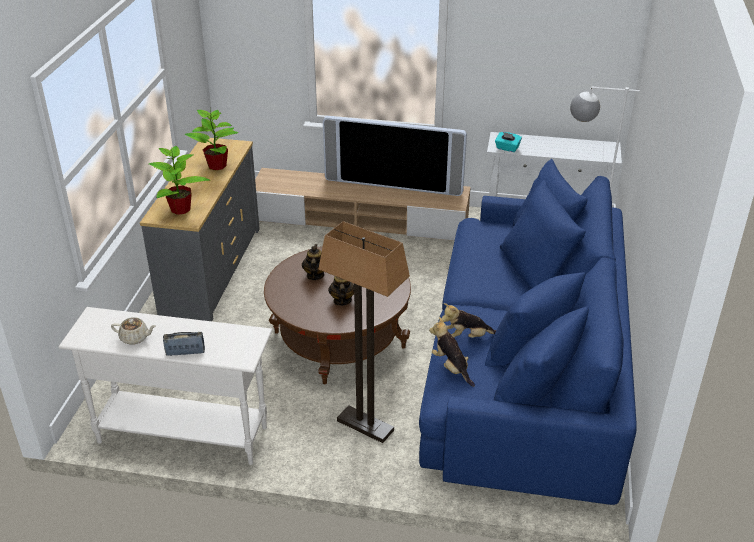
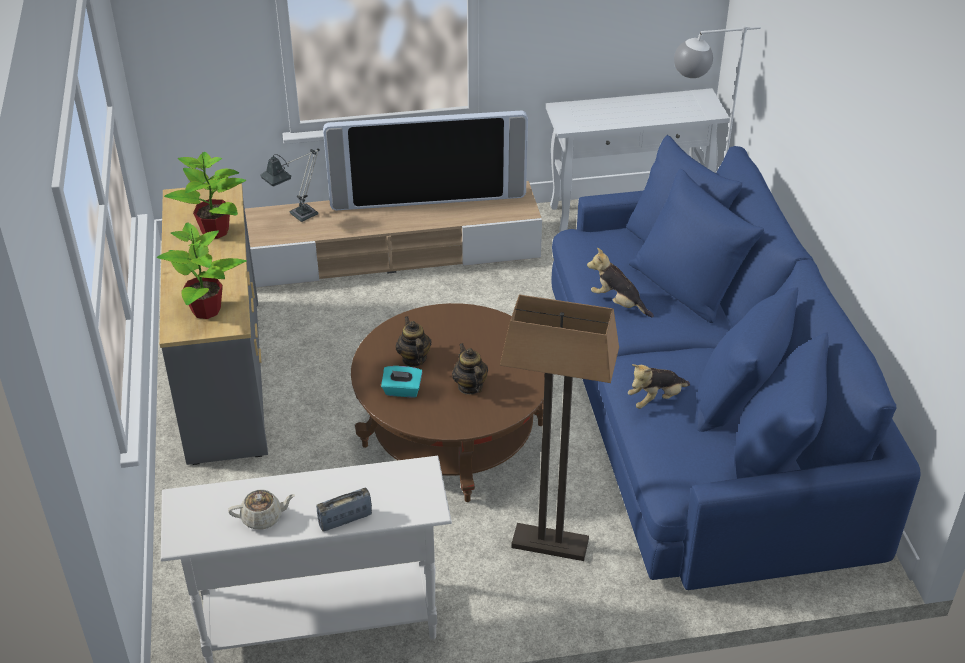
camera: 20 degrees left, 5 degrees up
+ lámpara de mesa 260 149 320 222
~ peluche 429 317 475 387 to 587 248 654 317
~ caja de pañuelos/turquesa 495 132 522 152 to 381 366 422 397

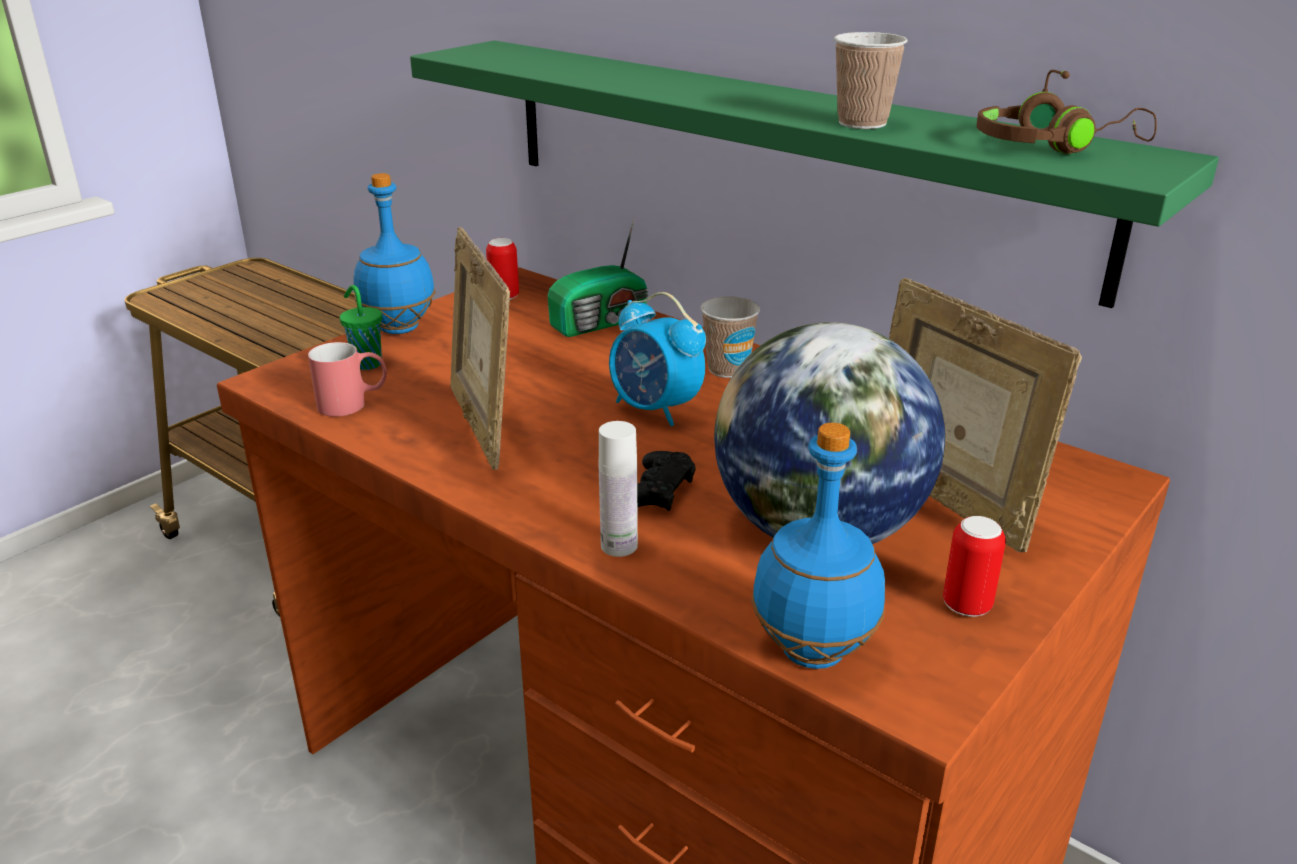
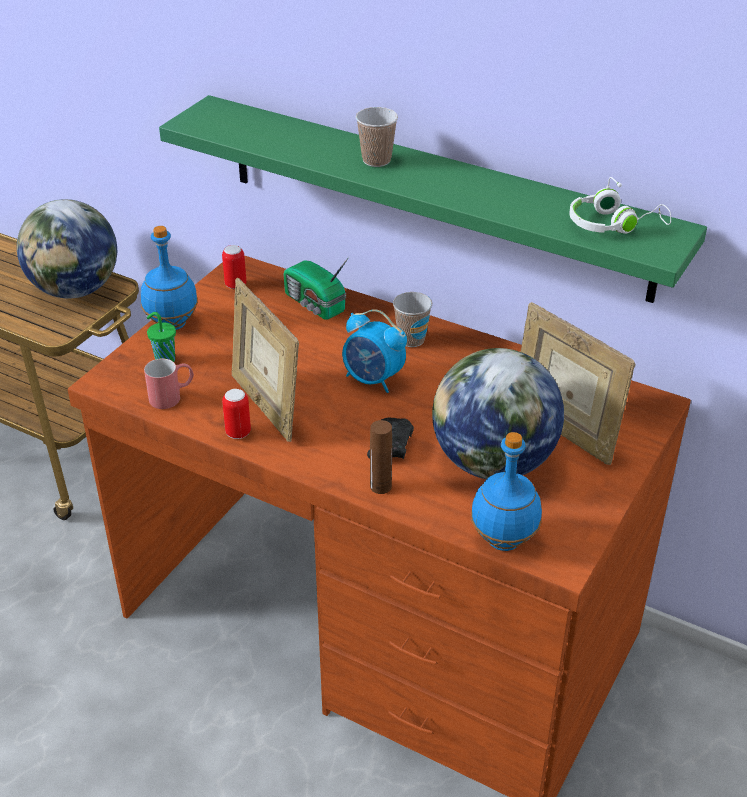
camera: 10 degrees left, 10 degrees up
+ globo terráqueo 17 199 117 299
~ taza 834 32 908 129 to 356 107 398 167
~ lata 943 516 1006 617 to 222 389 251 439
~ botella/blanco 599 421 638 557 to botella/marrón 370 420 392 494
~ auriculares/marrón 976 70 1157 154 to auriculares/blanco 569 177 671 234
~ radio 547 217 648 337 = 284 257 349 320 90 degrees clockwise

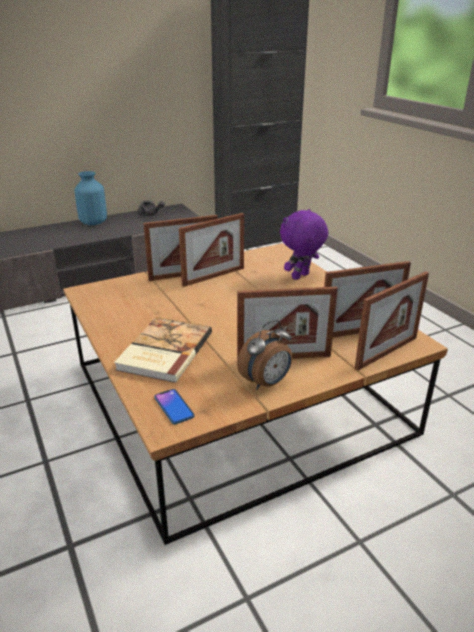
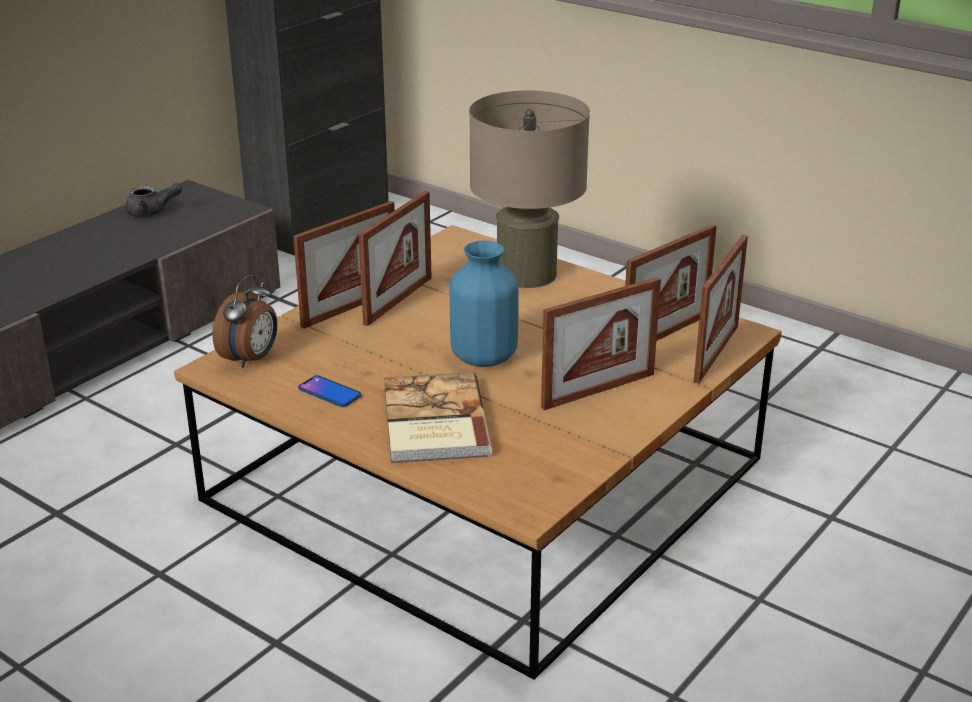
camera: 25 degrees left, 0 degrees up
~ florero/azul 74 171 107 225 to 450 241 519 367
~ móvil 154 389 194 424 to 298 375 362 407
~ despertador 237 320 292 390 to 212 275 277 368
~ peluche/morado 280 209 328 280 to lámpara de mesa/beis 469 90 590 288

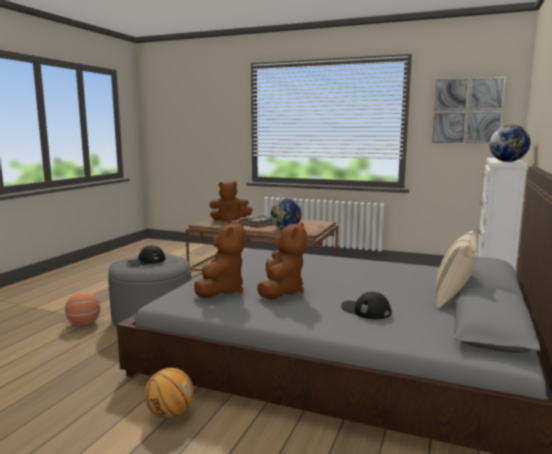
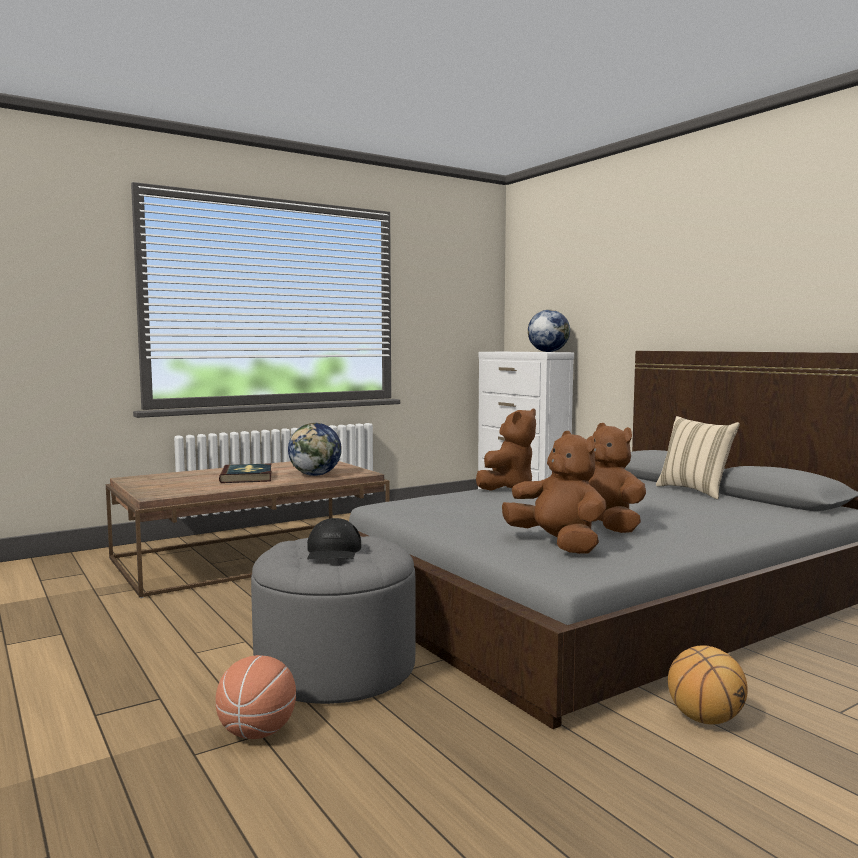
camera: 55 degrees left, 5 degrees down
- gorra/negro 341 292 391 319
- cuadro 432 77 506 143
~ peluche/marrón 209 181 253 223 to 476 408 536 491

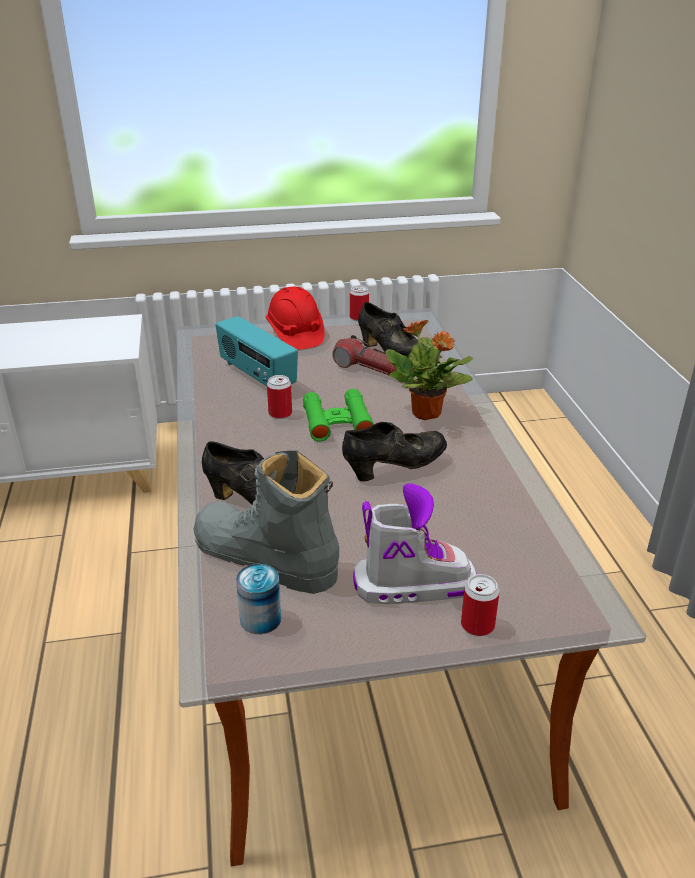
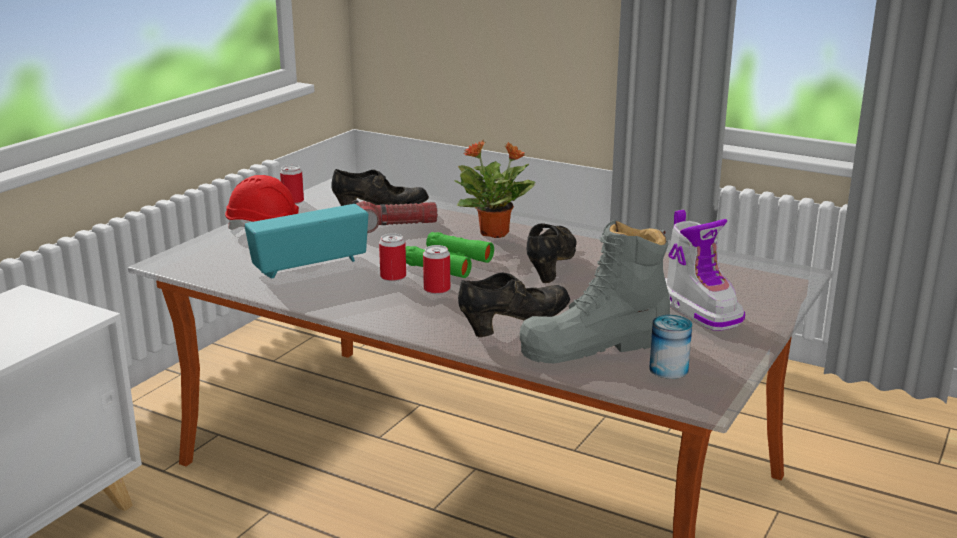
camera: 50 degrees left, 10 degrees down
~ lata 461 574 500 636 to 423 245 450 294
~ radio 216 316 298 386 = 244 204 368 279 150 degrees clockwise
~ bota 353 483 477 604 = 665 210 745 331 120 degrees clockwise

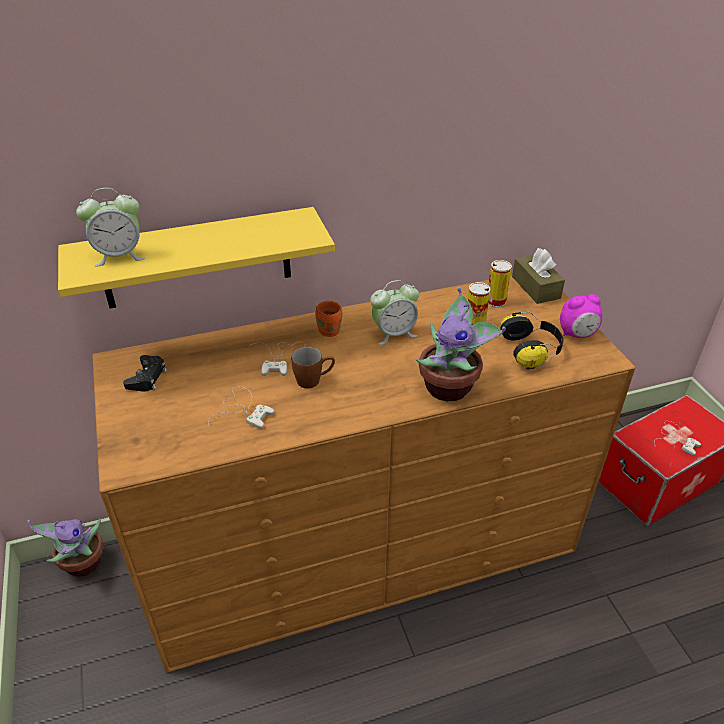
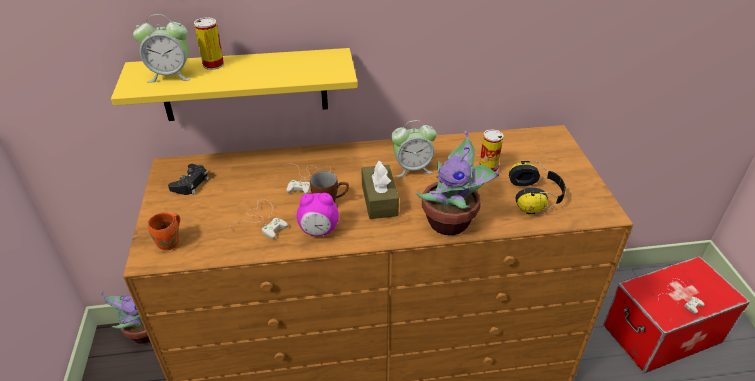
camera: 10 degrees right, 0 degrees up
~ taza grande/naranja 315 300 342 337 to 148 212 180 250
~ lata 488 260 512 308 to 194 17 224 70
~ caja de pañuelos/marrón 512 248 565 304 to 361 161 399 219
~ despertador 560 294 602 338 to 297 193 339 236

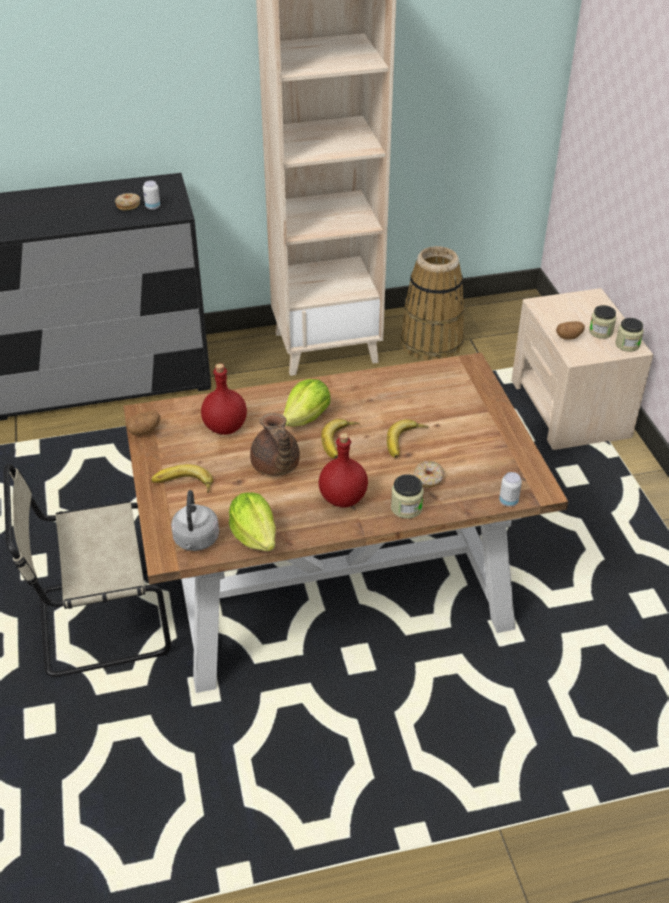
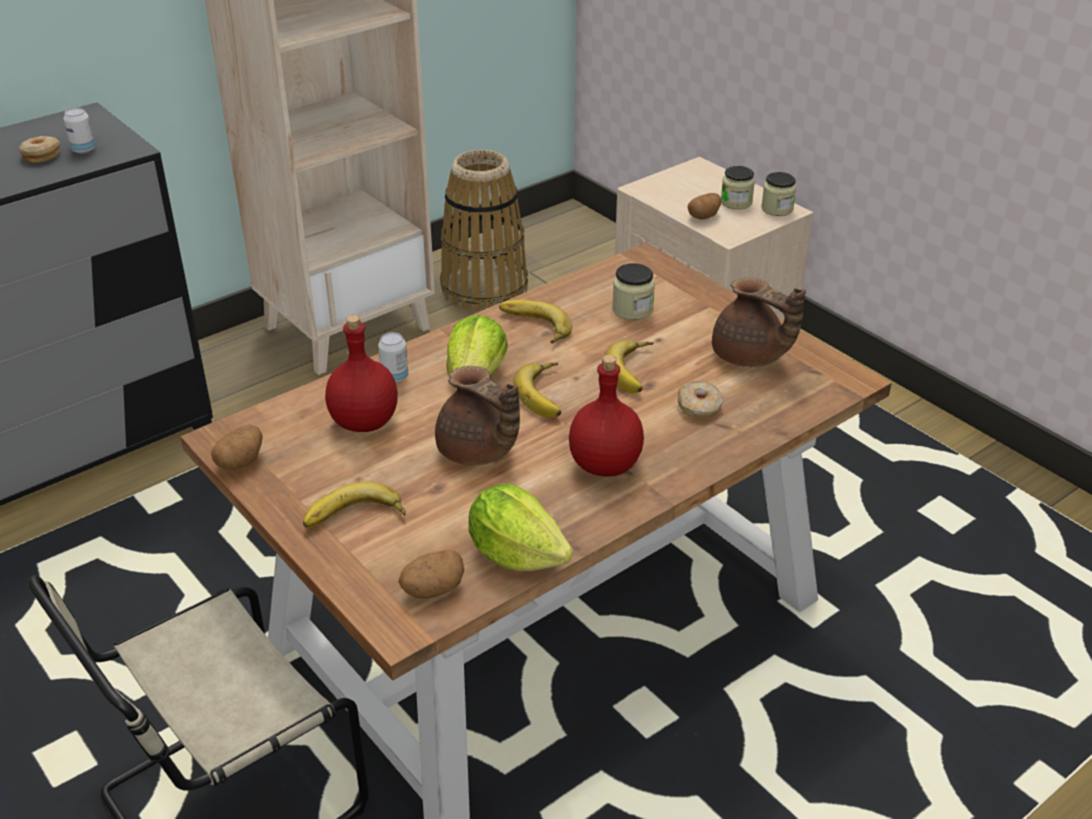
camera: 25 degrees left, 5 degrees down
+ plátano 499 299 572 344
+ tetera/marrón 712 277 806 367
~ tarro 391 474 424 519 to 612 263 655 320
~ lata 499 472 522 507 to 378 332 408 383
~ hervidor/gris 171 490 219 551 to patata 398 550 464 599

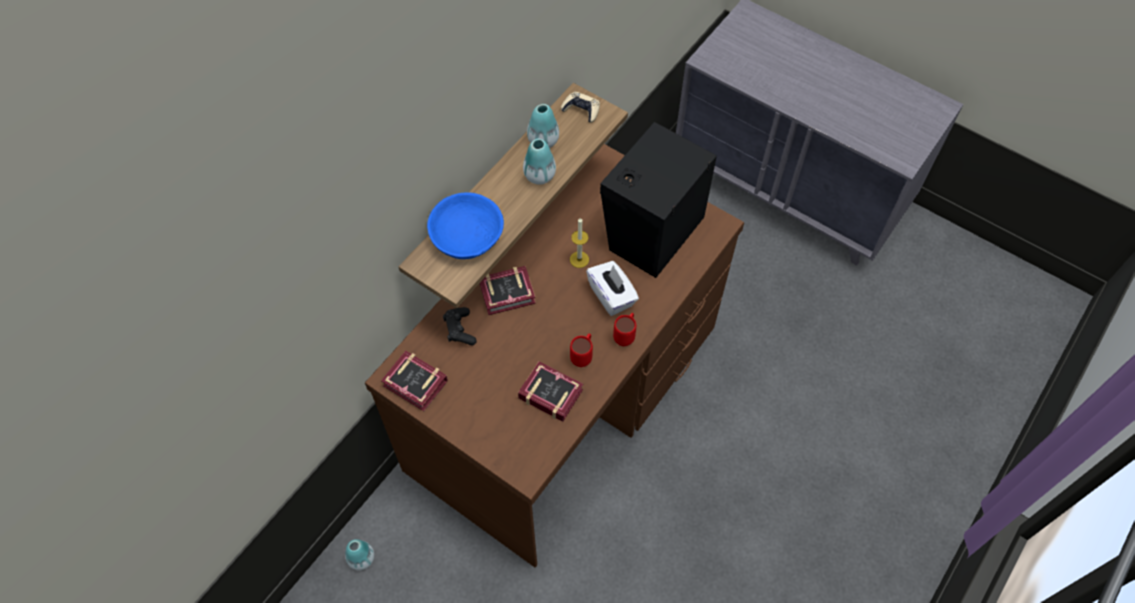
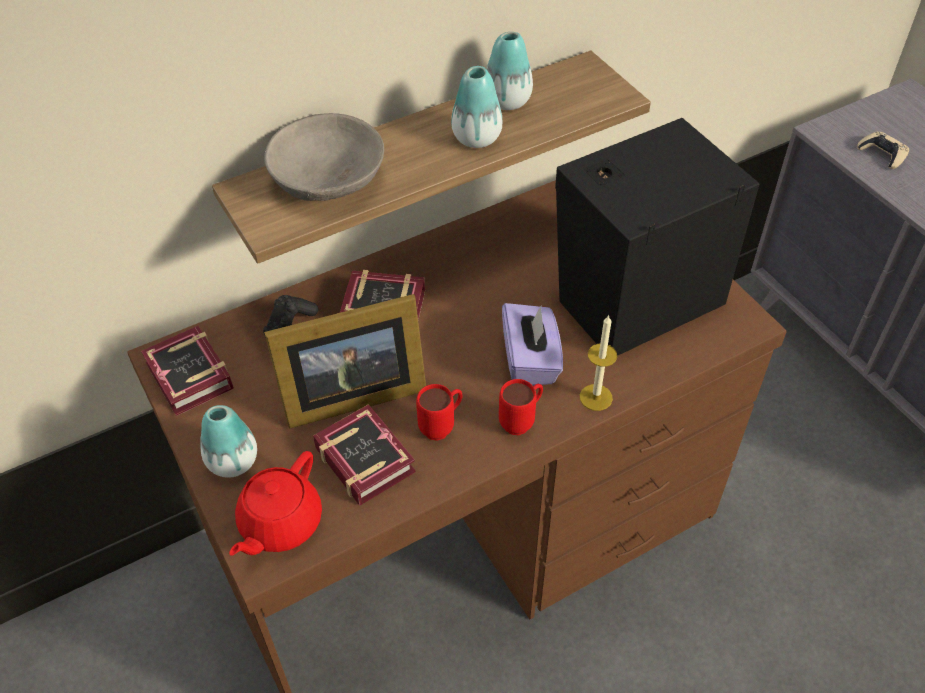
camera: 25 degrees right, 10 degrees down
+ tetera/rojo 229 451 322 555
+ portarretratos 264 294 426 429
~ florero 345 539 374 570 to 200 405 257 478
~ mando de consola/beis 561 92 600 123 to 857 132 909 169
~ vela 570 217 589 268 to 580 315 617 411
~ cuenco/azul 427 192 504 259 to cuenco/gris 264 113 384 201
~ caja de pañuelos/blanco 586 261 639 316 to caja de pañuelos/morado 502 303 563 386

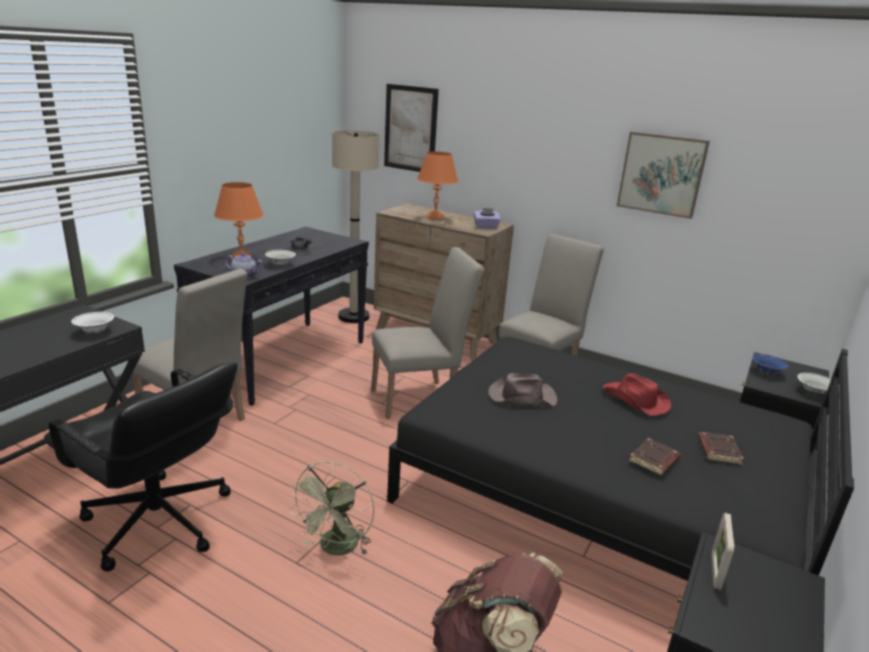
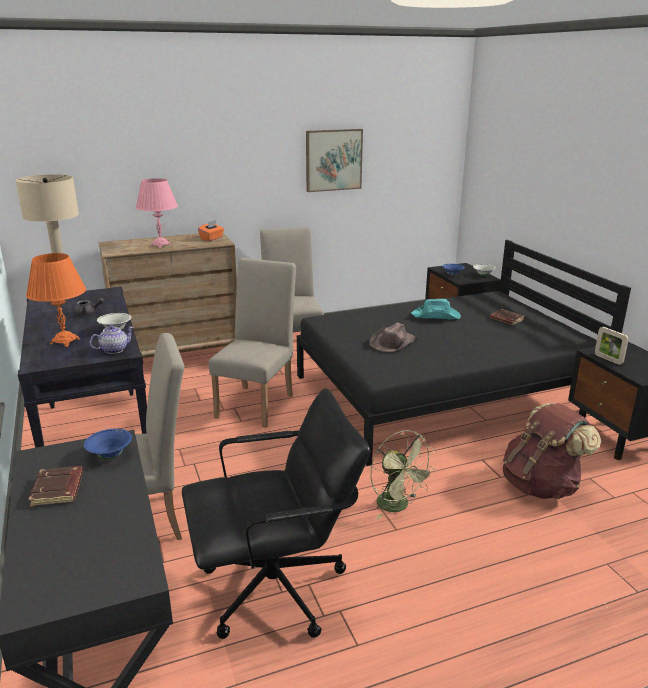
camera: 50 degrees left, 0 degrees up
- cuadro 384 84 439 172
~ libro/marrón 629 438 681 475 to 28 466 83 507
~ cuenco/blanco 71 312 114 334 to cuenco/azul 84 429 132 459
~ lámpara de mesa/naranja 417 151 458 221 to lámpara de mesa/rosa 136 178 178 248
~ caja de pañuelos/morado 474 208 501 228 to caja de pañuelos/naranja 198 220 224 241
~ sombrero/rojo 603 373 671 416 to sombrero/turquesa 411 299 461 319

